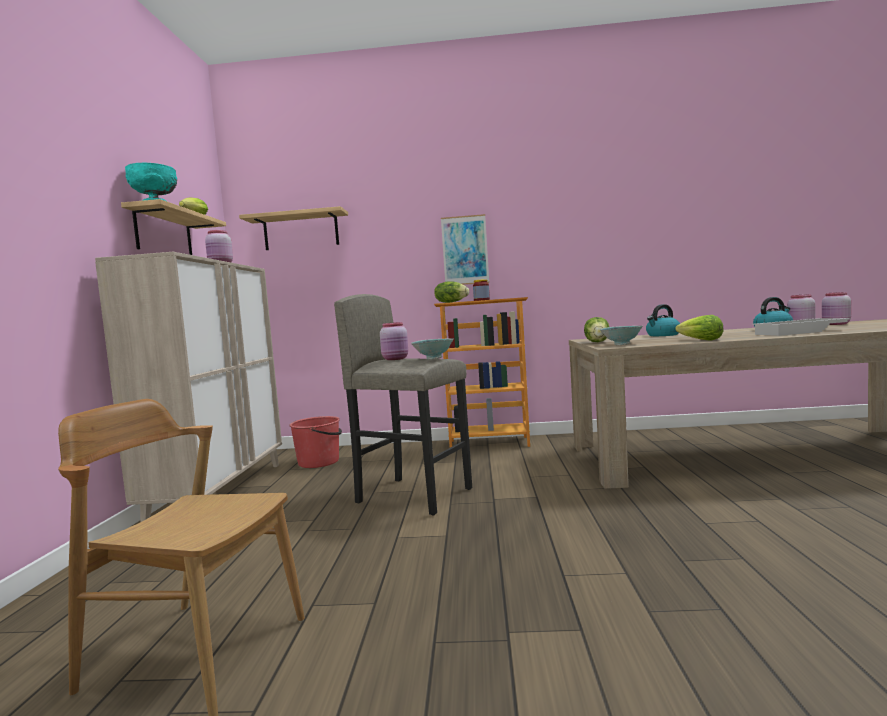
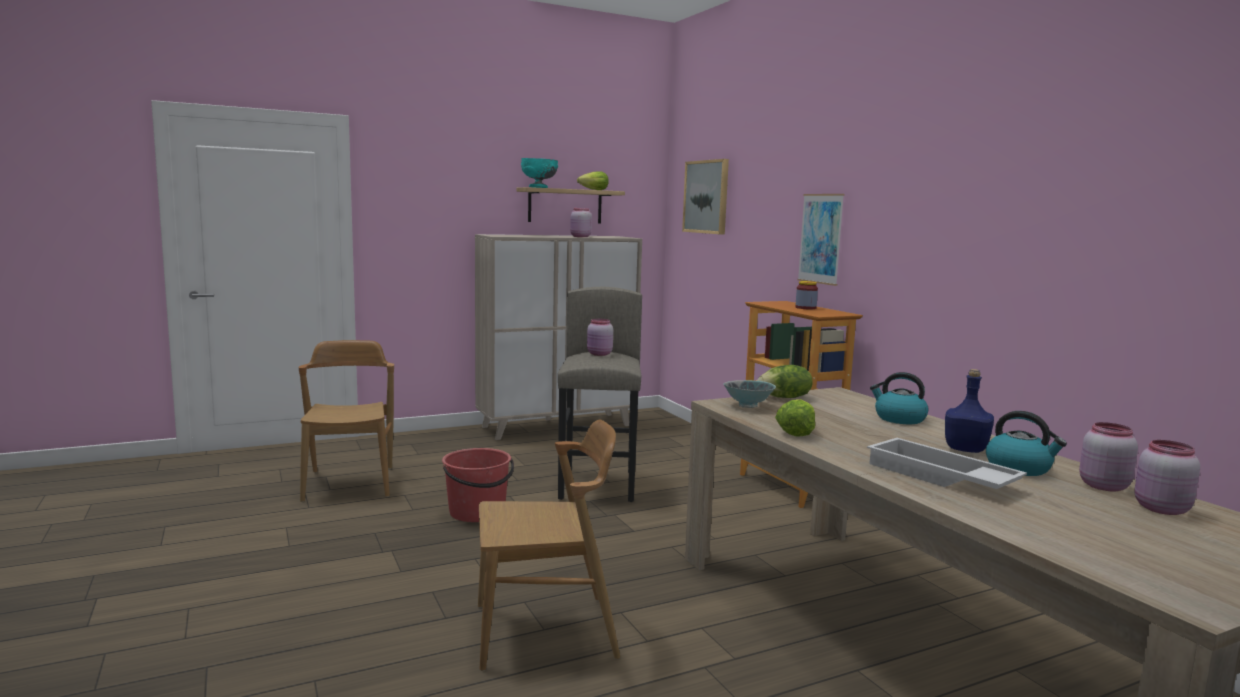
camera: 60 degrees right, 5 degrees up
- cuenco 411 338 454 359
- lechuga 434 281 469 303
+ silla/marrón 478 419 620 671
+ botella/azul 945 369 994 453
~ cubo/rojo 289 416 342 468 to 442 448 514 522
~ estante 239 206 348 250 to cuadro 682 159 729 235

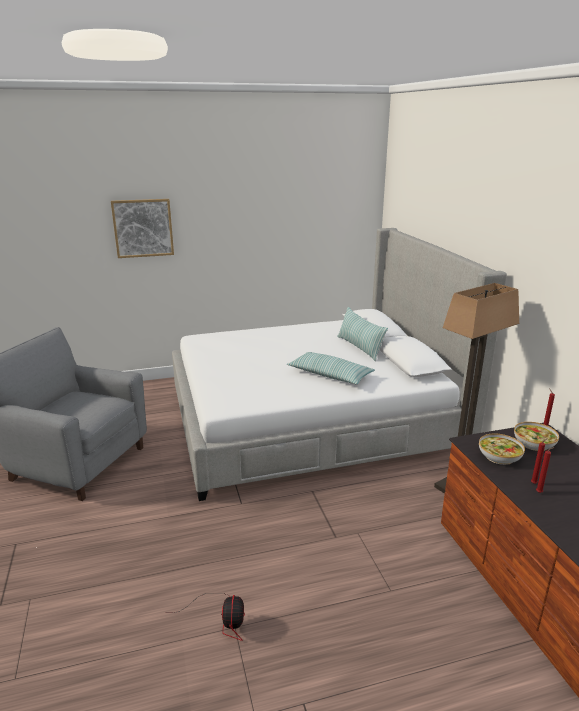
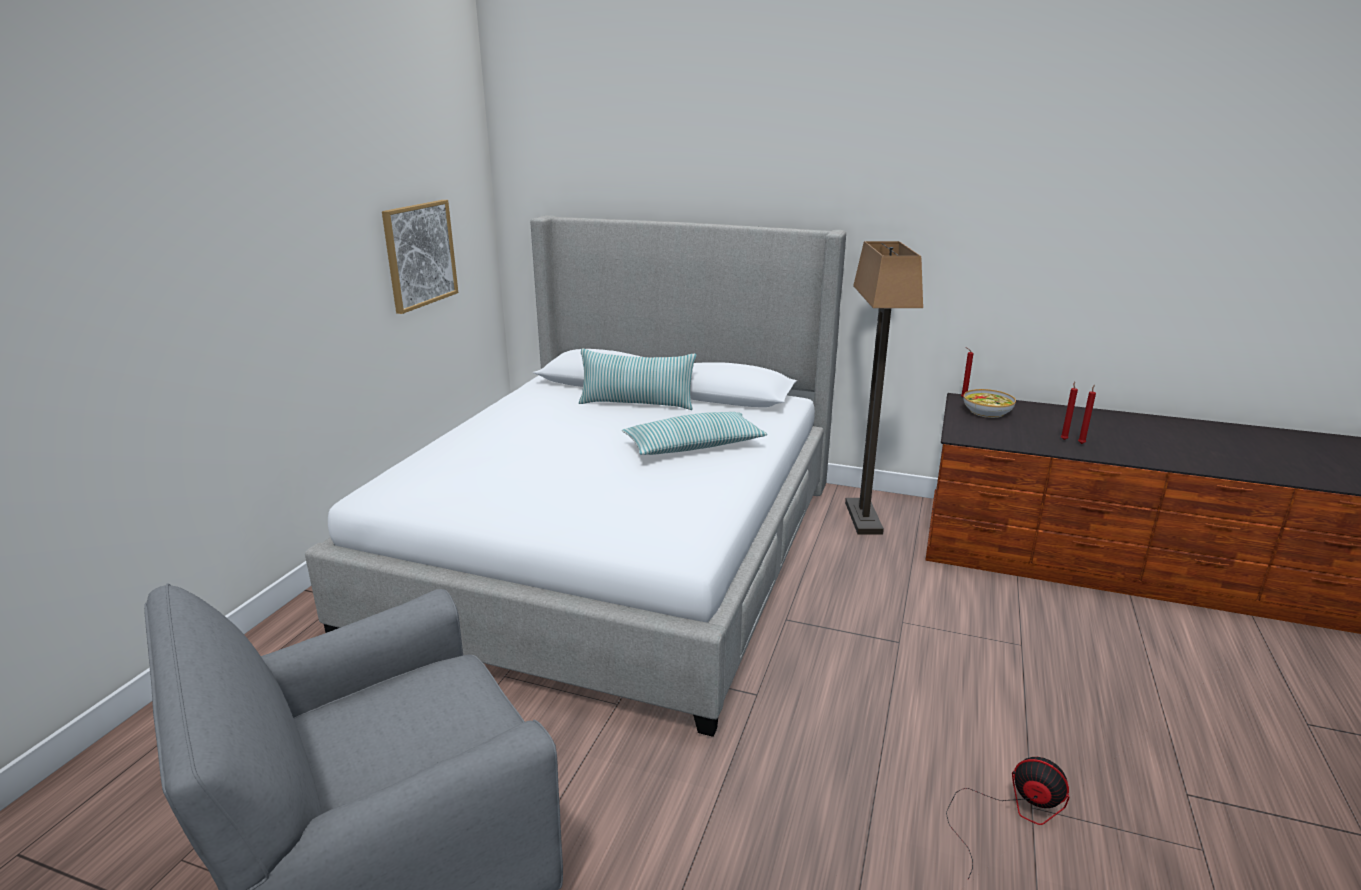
camera: 55 degrees left, 0 degrees up
- cuenco 479 434 525 465
~ cuadro 111 199 174 258 to 382 200 458 314

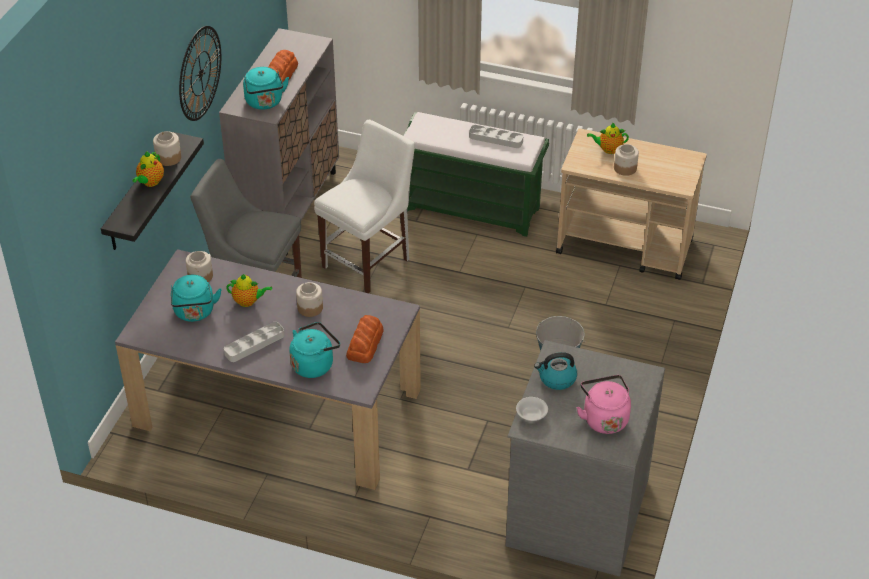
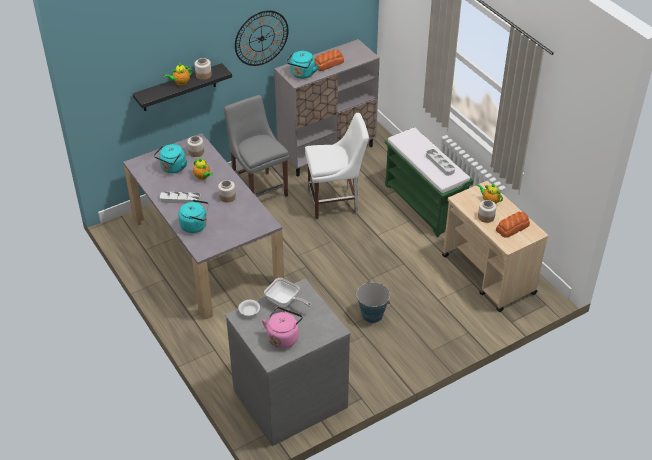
camera: 40 degrees right, 0 degrees up
~ pan 346 315 384 363 to 496 211 530 238
~ hervidor 534 352 577 390 to sartén 264 278 312 307

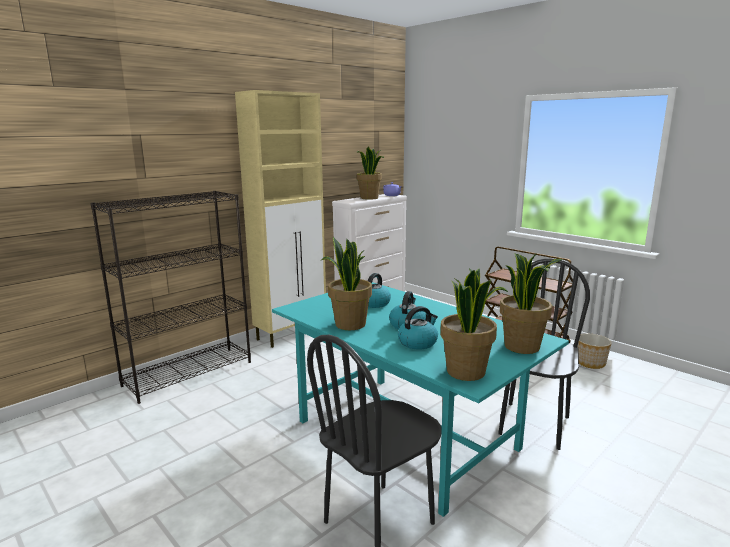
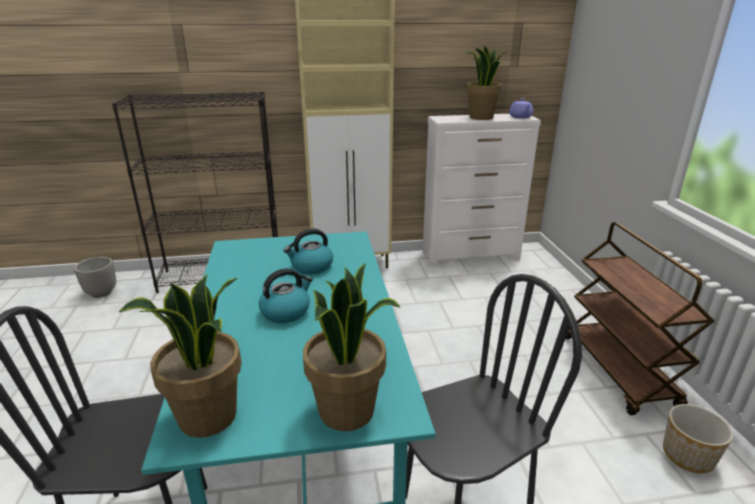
camera: 35 degrees right, 10 degrees up
- planta en maceta 320 237 372 330
- hervidor 398 306 438 349
+ maceta 74 257 116 298

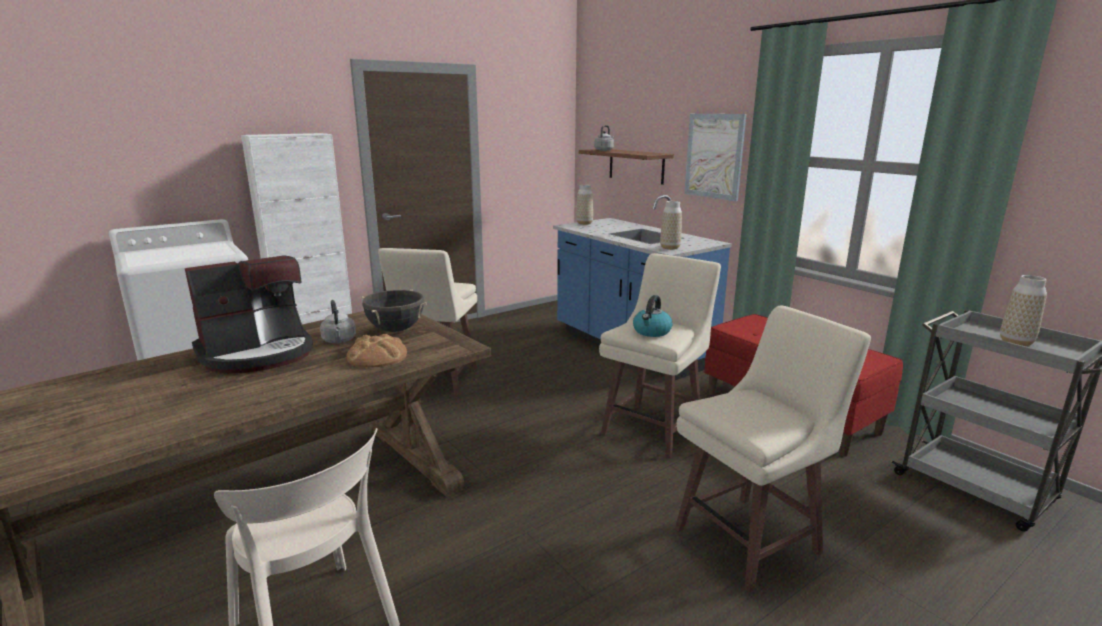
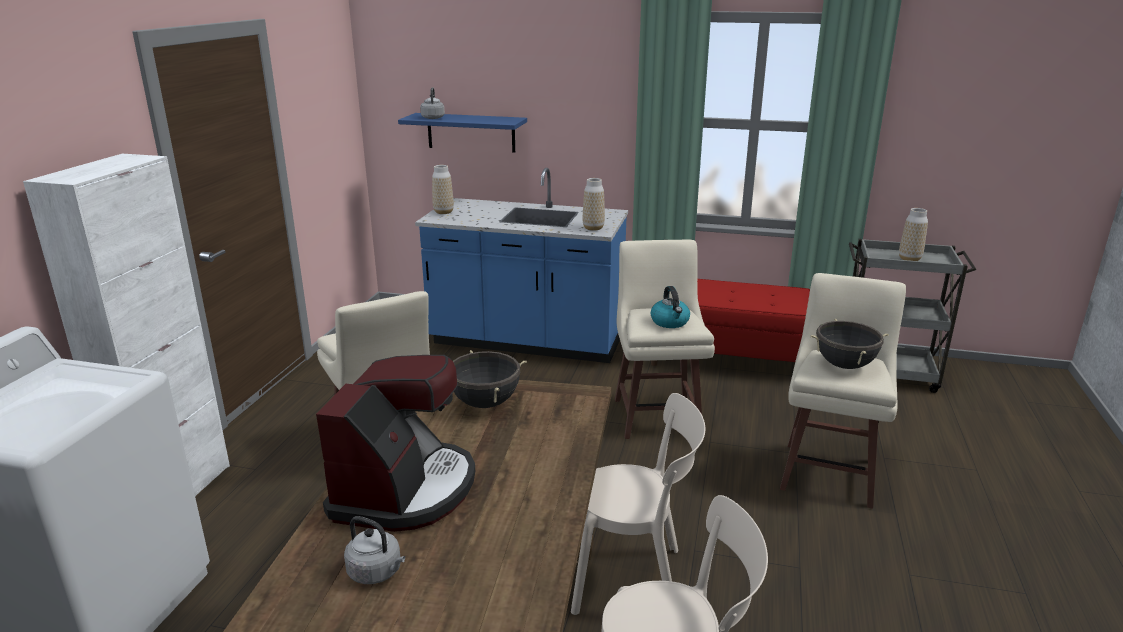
camera: 40 degrees left, 5 degrees up
- pan 347 334 407 368
- cuadro 684 114 746 201
+ silla/beis 571 393 705 615
+ olla/negro 811 319 889 369
~ hervidor/gris 320 300 356 343 to 344 516 405 584
~ estante/marrón 579 149 674 185 to estante/azul 398 113 527 152

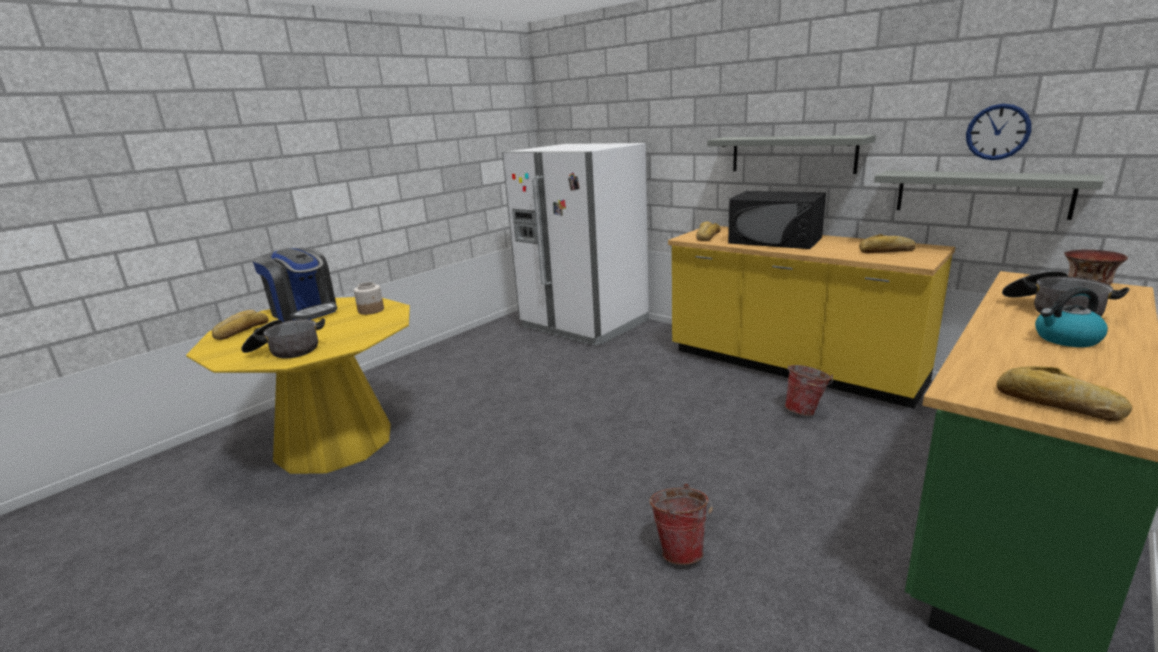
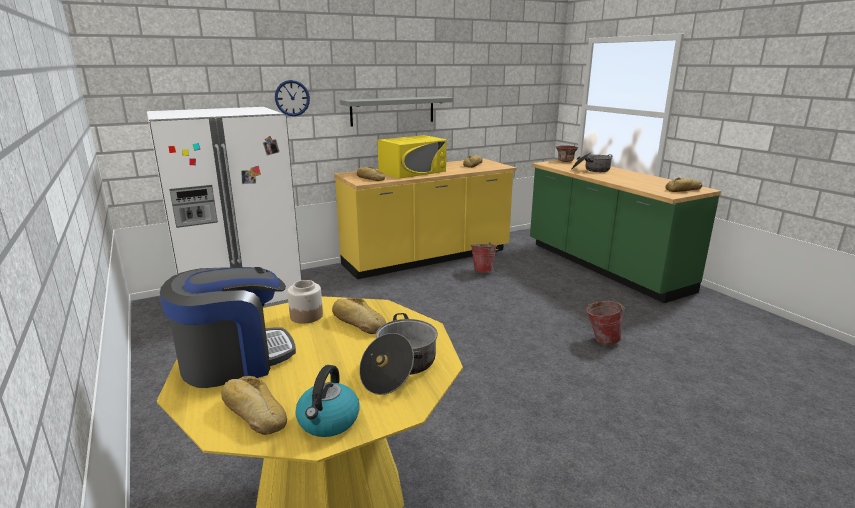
camera: 70 degrees left, 0 degrees up
- estante/gris 874 171 1105 220
+ pan 332 298 386 334
~ reloj de pared 966 104 1031 160 to 275 80 310 116
~ hervidor 1035 288 1108 347 to 296 365 360 437
~ microondas/negro 728 191 826 249 to microondas/amarillo 377 135 446 179

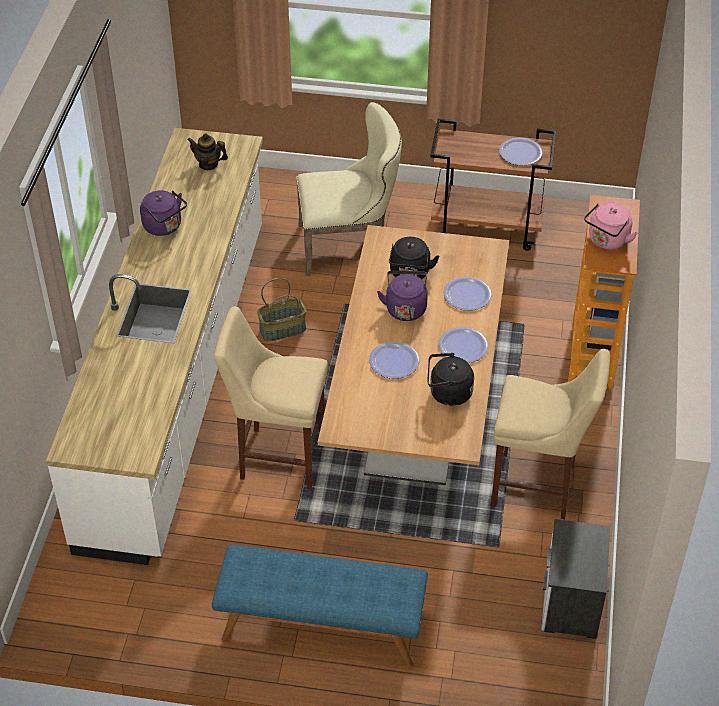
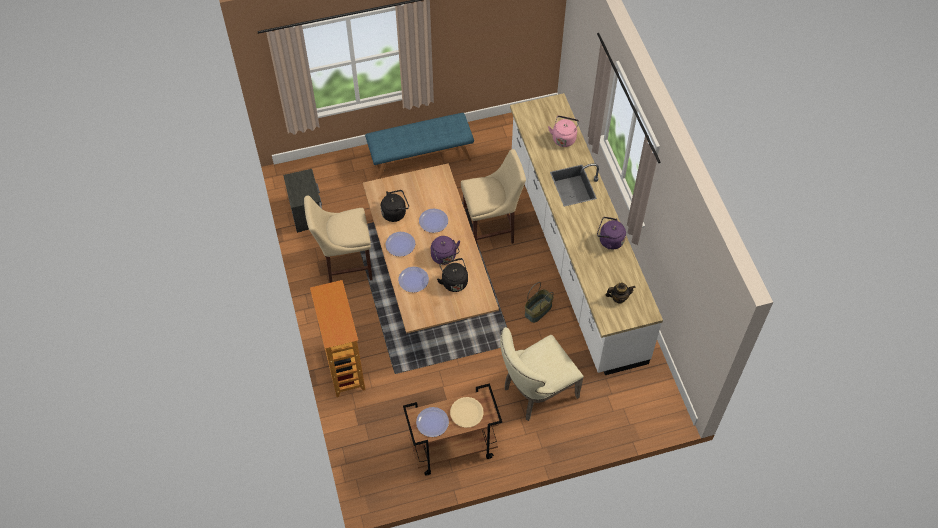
camera: 155 degrees right, 10 degrees up
+ plato/beis 450 397 484 428
~ hervidor/rosa 584 202 637 250 to 548 116 579 147

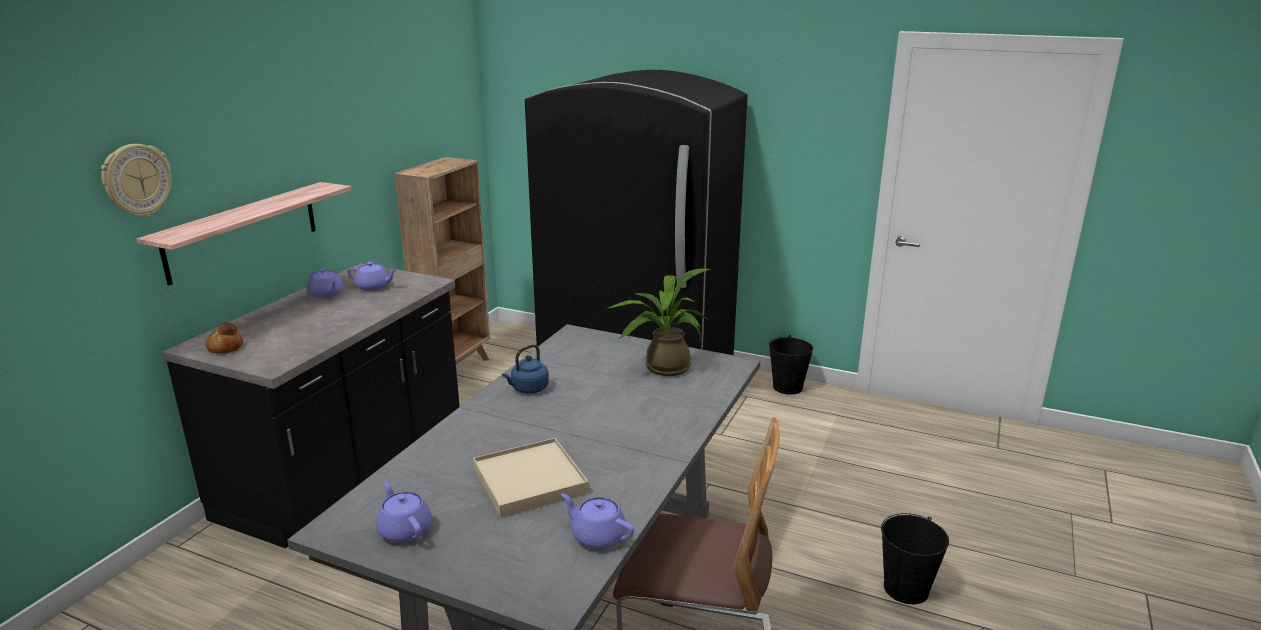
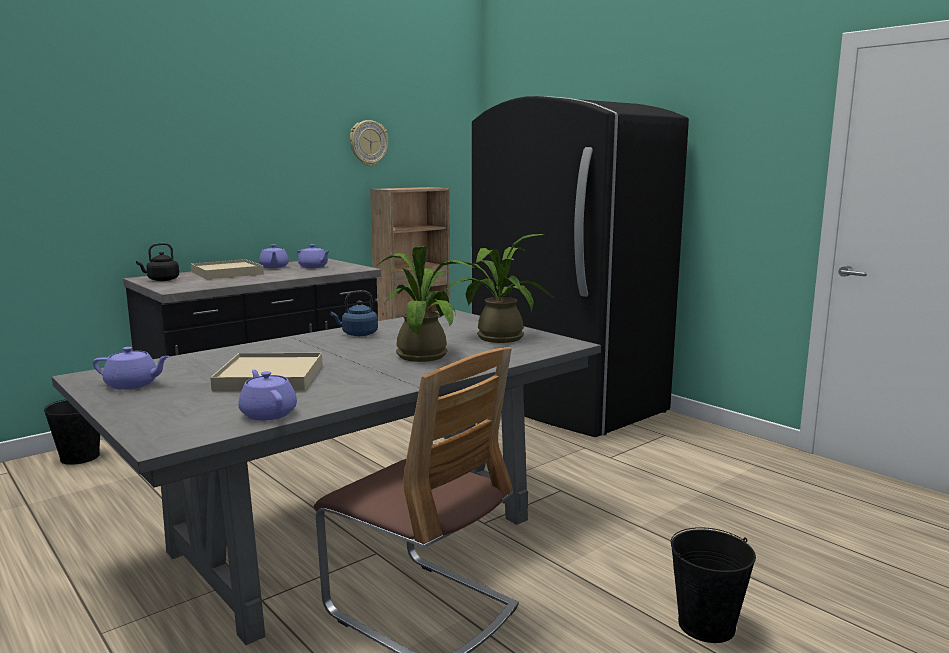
camera: 25 degrees right, 10 degrees down
- estante 137 182 352 285
+ bandeja/beis 191 259 264 279
+ planta en maceta 376 246 474 362
~ reloj de pared 101 144 171 217 to 350 120 388 166
~ cubo/negro 769 335 813 395 to 44 399 100 465
~ pan 205 322 243 354 to hervidor/negro 136 243 179 281
~ tetera/morado 376 481 432 543 = 93 347 170 390 105 degrees clockwise

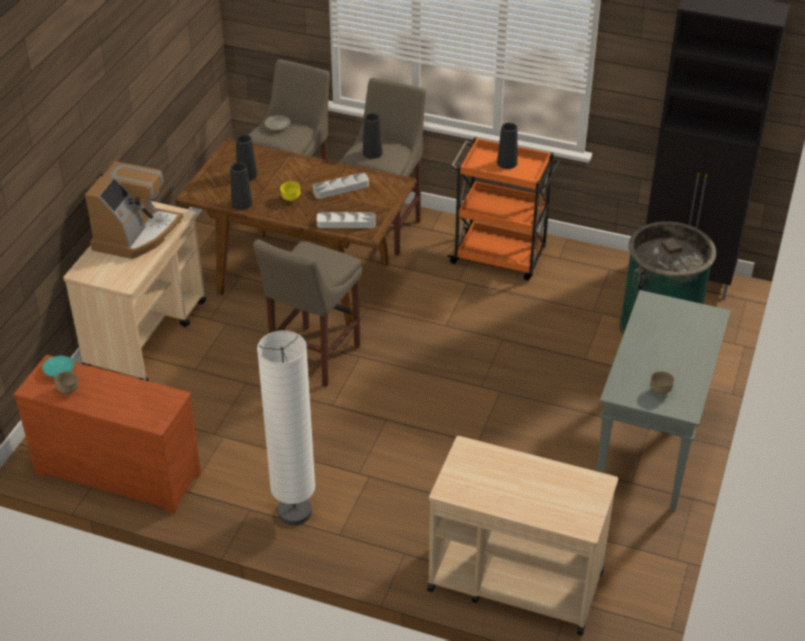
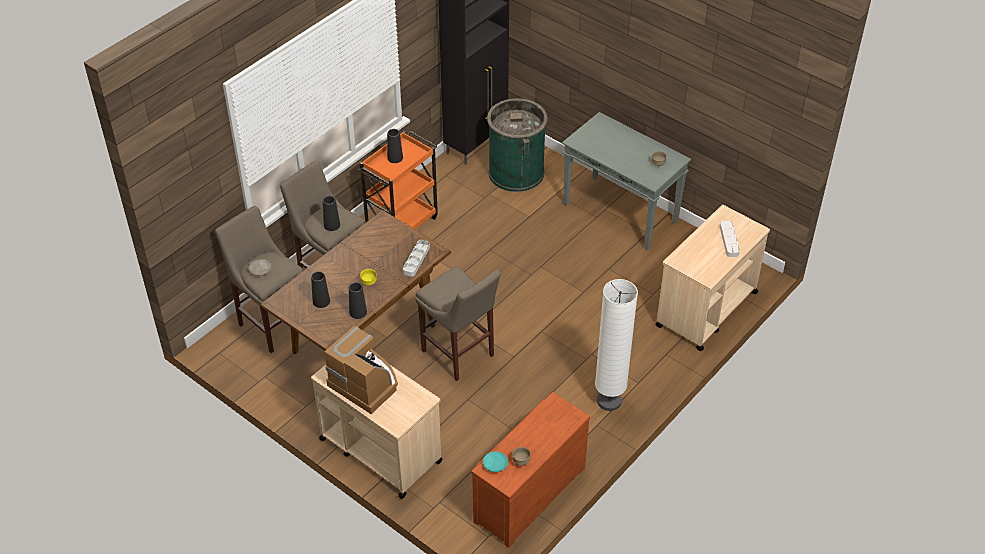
camera: 70 degrees left, 5 degrees up
~ bandeja/gris 313 173 369 199 to 720 221 740 257

